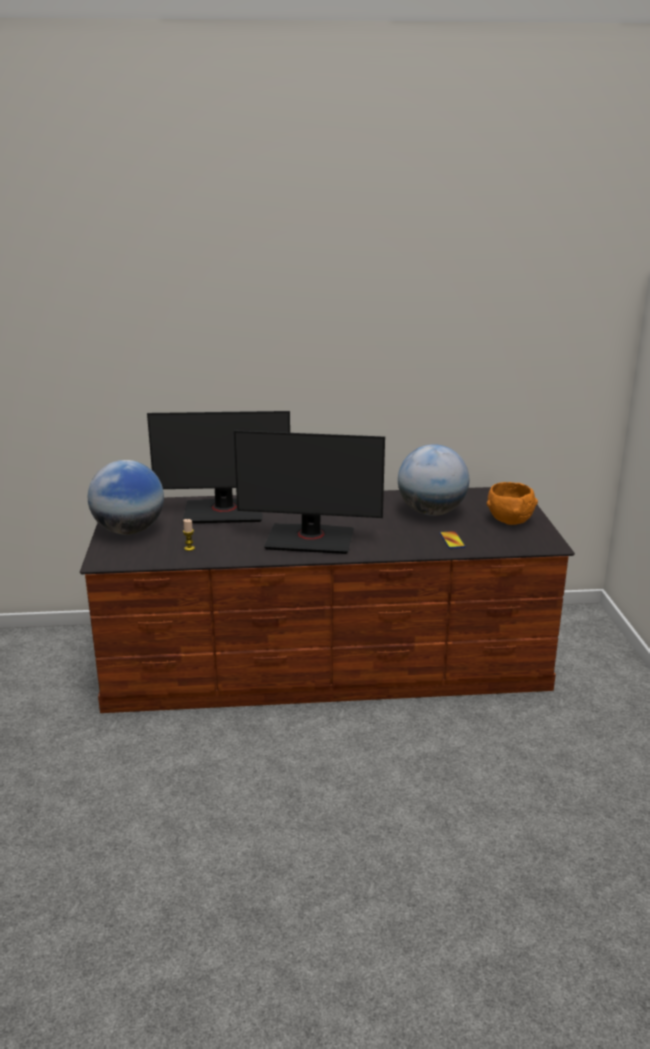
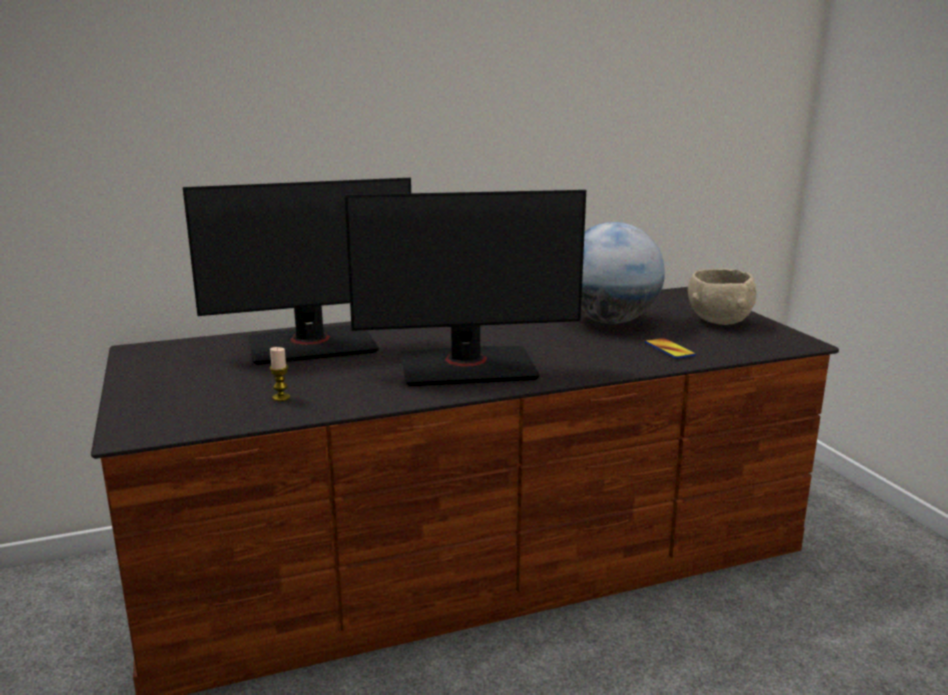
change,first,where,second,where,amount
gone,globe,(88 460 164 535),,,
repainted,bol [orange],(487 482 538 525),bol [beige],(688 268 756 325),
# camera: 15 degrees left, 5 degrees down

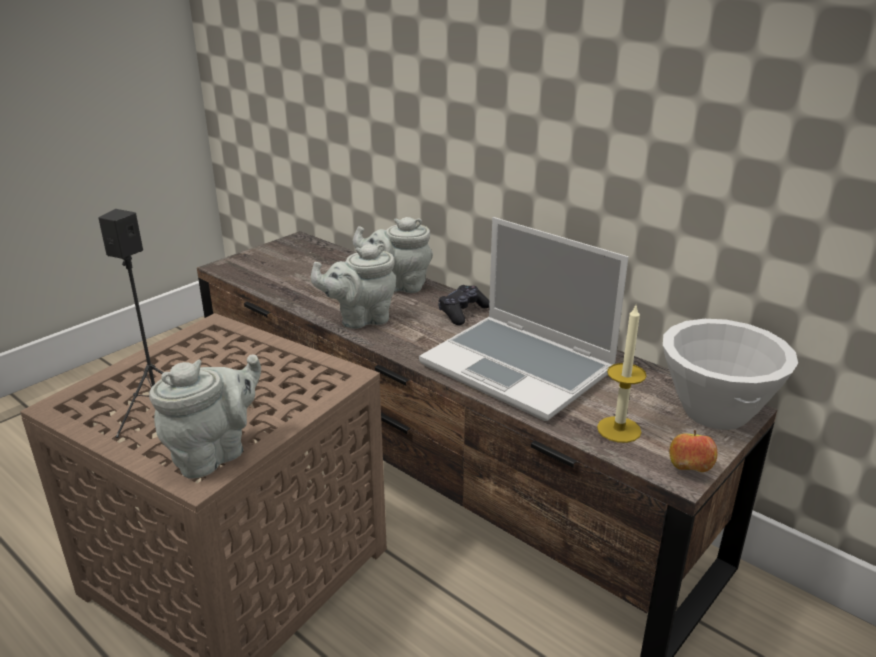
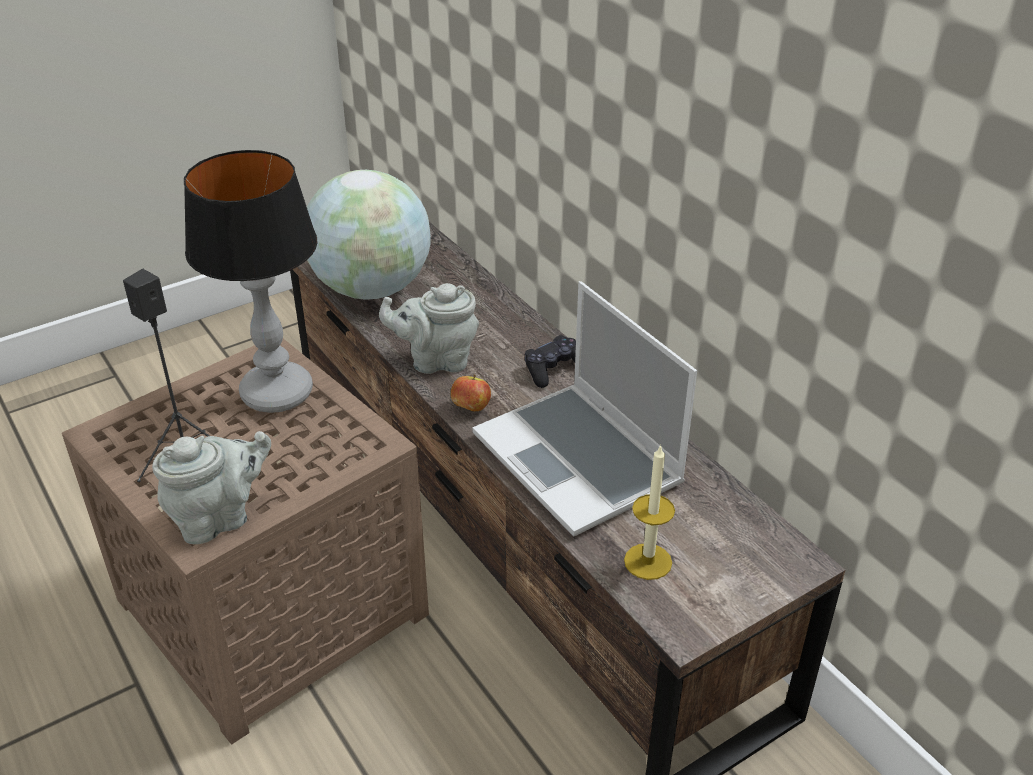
change,first,where,second,where,amount
gone,théière [gris],(353 217 433 293),,,
gone,bol [blanc],(663 319 798 430),,,
shifted,pomme,(669 430 718 472),,(451 374 491 411),
new,,,lampe de table,(184 150 317 413),
new,,,globe,(307 170 431 300),
# camera: 15 degrees right, 10 degrees up

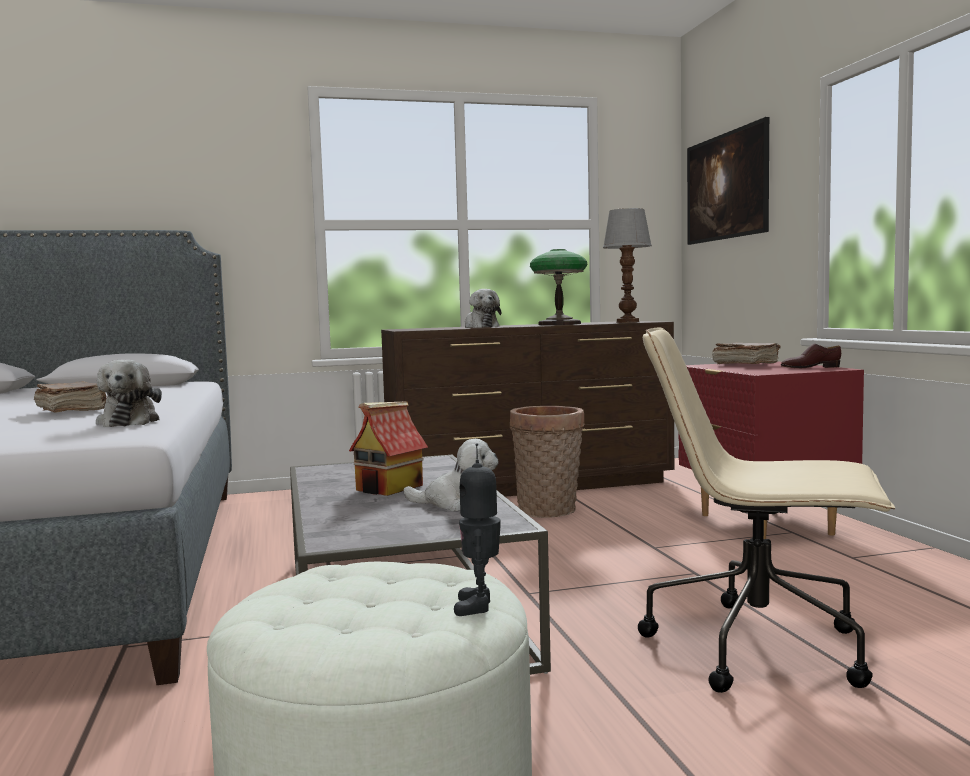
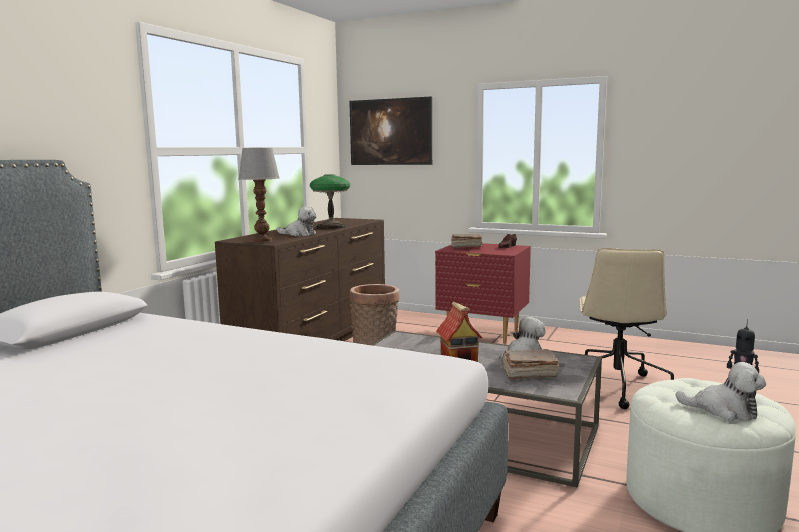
change,first,where,second,where,amount
shifted,lampe de table,(603 208 652 323),,(238 148 280 243),
rotated,chaise de bureau [beige],(638 328 895 693),,(579 248 674 409),45 degrees counterclockwise
shifted,peluche,(96 360 162 427),,(676 362 766 421),
shifted,livre [marron],(34 381 107 413),,(502 349 559 379),
# camera: 50 degrees left, 5 degrees up

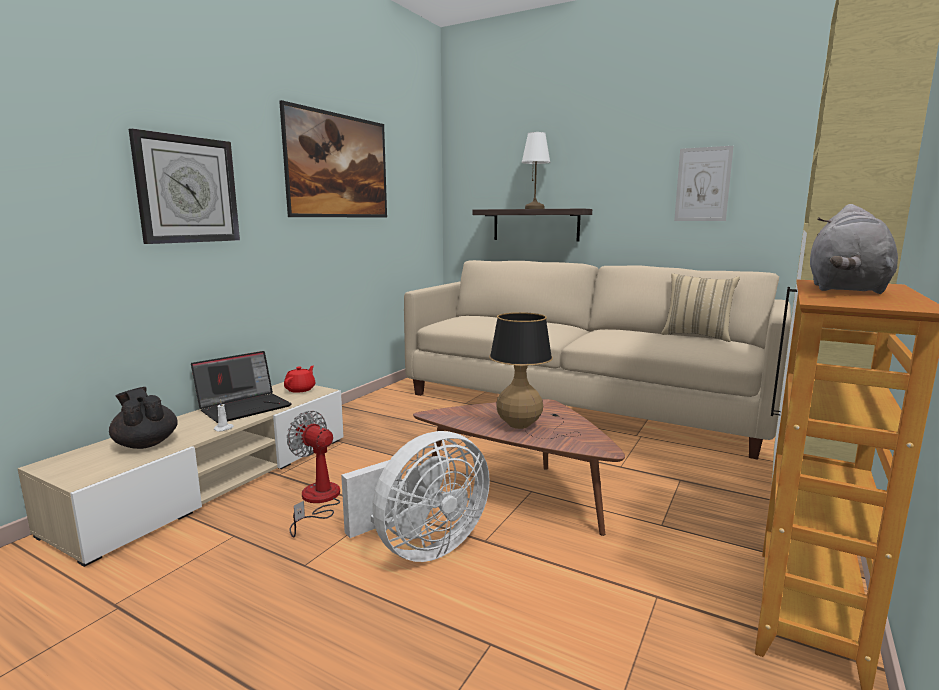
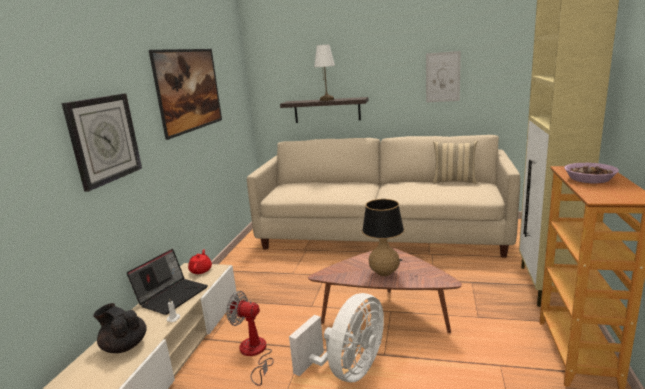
change,first,where,second,where,amount
swapped,peluche [gris],(810 204 898 294),bol,(564 163 619 183),
# camera: 15 degrees left, 5 degrees up

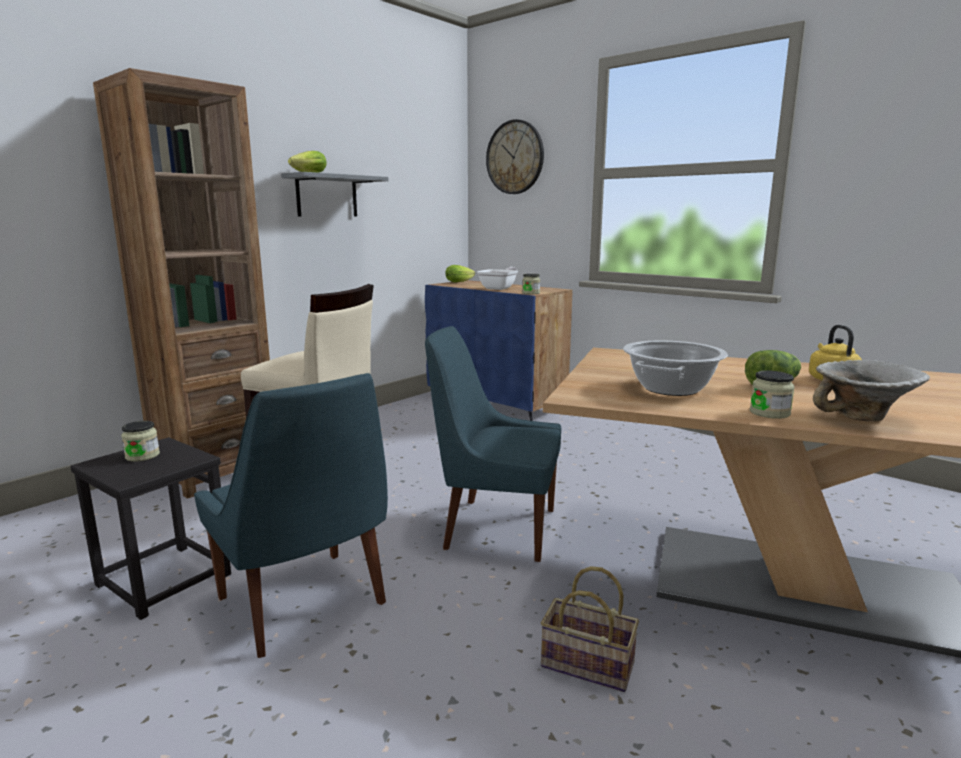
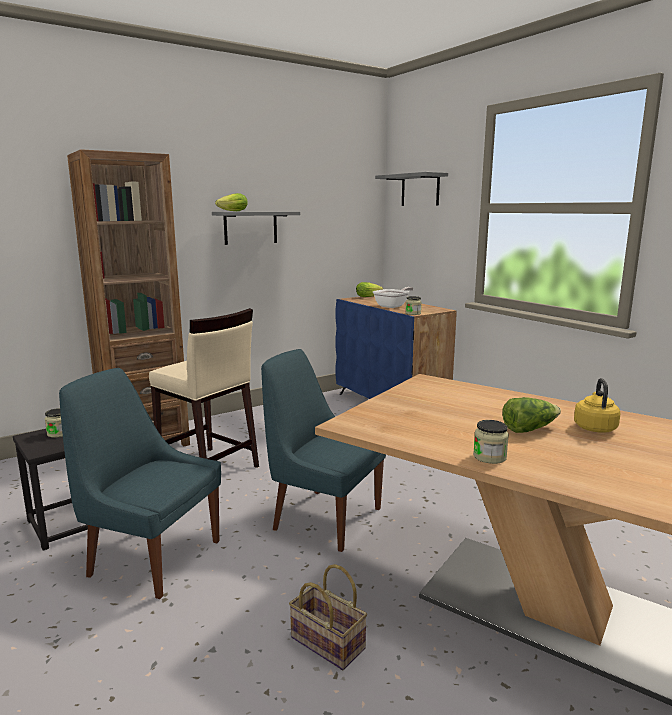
change,first,where,second,where,amount
swapped,horloge murale,(486 119 544 194),étagère [gris],(375 172 448 206),
gone,marmite,(623 340 728 396),,,
gone,bol,(813 360 930 421),,,
rotated,chaise [bleu],(194 373 388 658),,(59 368 221 599),135 degrees clockwise
# camera: 15 degrees right, 0 degrees up

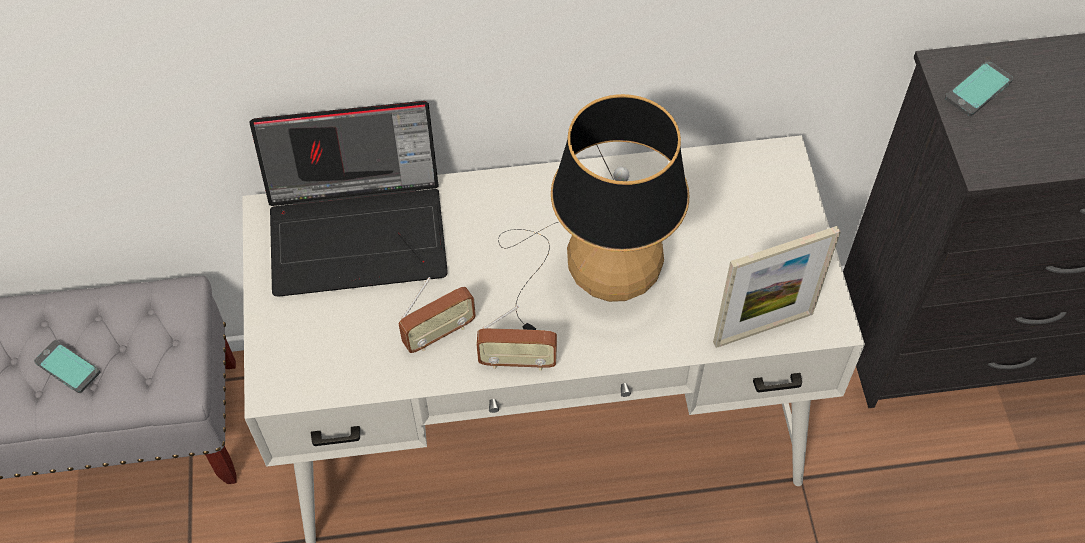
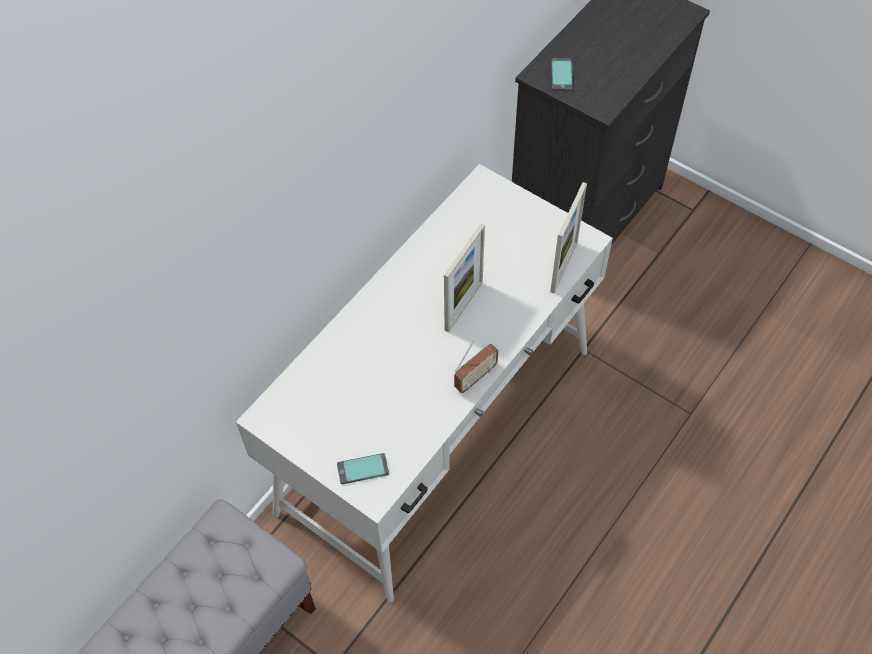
change,first,where,second,where,amount
swapped,lampe de table,(498 94 689 330),cadre photo,(444 223 485 333),
gone,ordinateur portable,(249 101 448 297),,,
gone,radio,(399 277 476 353),,,
shifted,téléphone,(34 340 100 393),,(337 453 389 484),
# camera: 45 degrees left, 0 degrees up

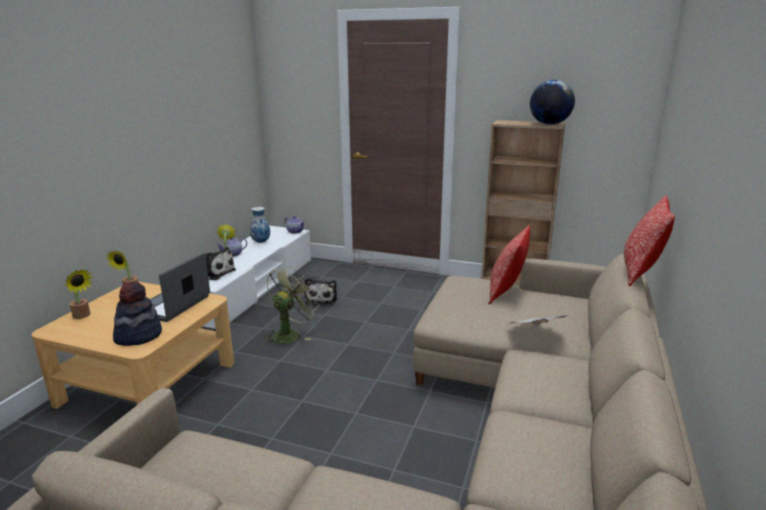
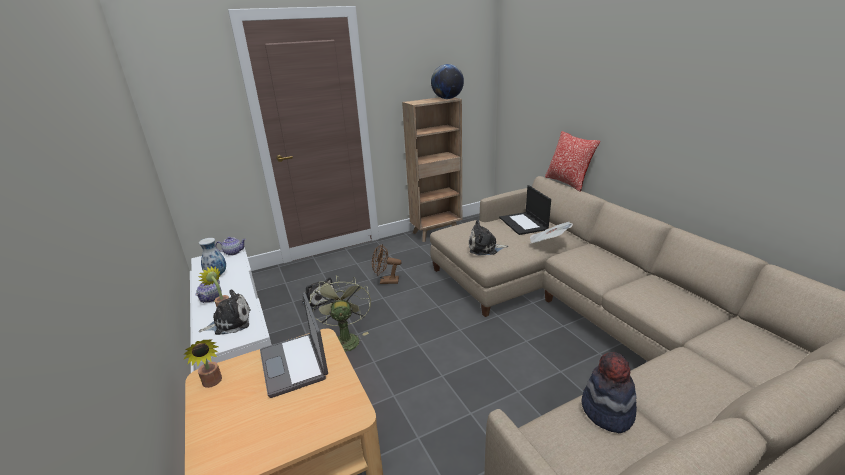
change,first,where,second,where,amount
gone,coussin,(488 225 530 304),,,
gone,plante en pot,(65 269 93 319),,,
shifted,chapeau,(113 282 162 346),,(582 352 637 433),
new,,,ordinateur portable,(499 185 551 235),
new,,,peluche,(469 220 508 255),
new,,,ventilateur [marron],(372 244 401 284),
# camera: 45 degrees left, 5 degrees up

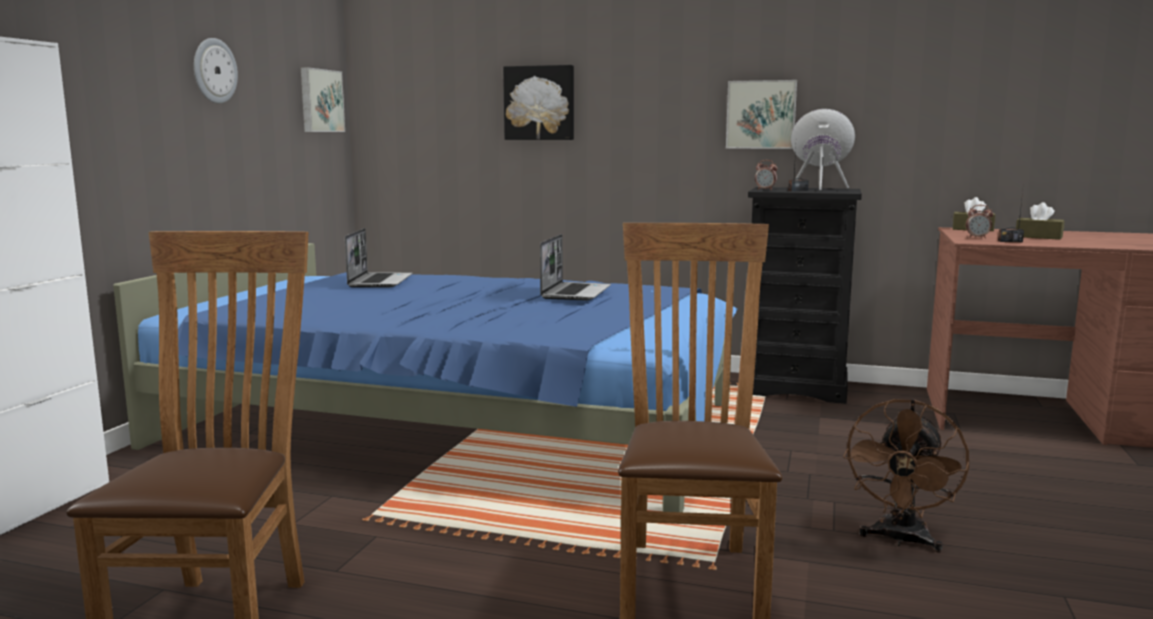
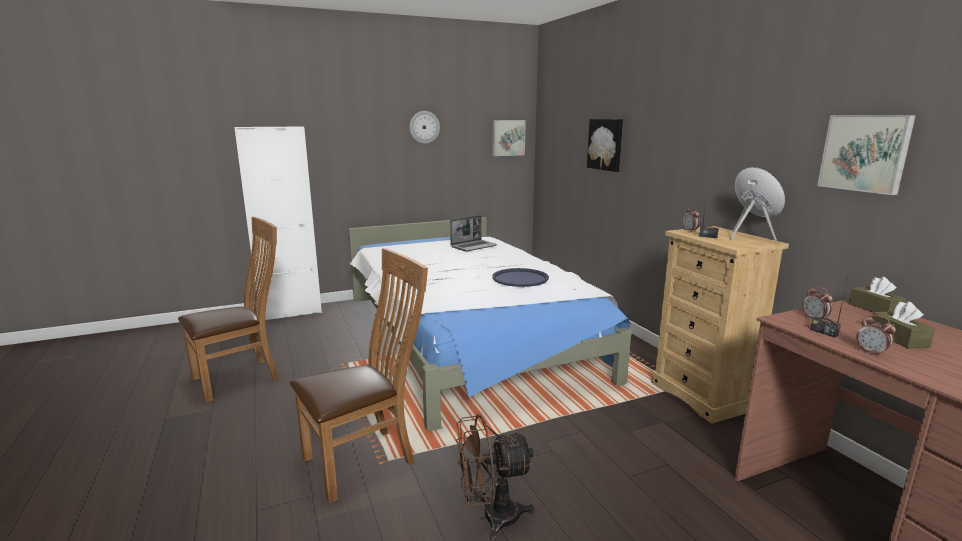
change,first,where,second,where,amount
shifted,tableau,(726 80 797 149),,(817 115 916 195),
repainted,commode [noir],(748 187 862 404),commode [beige],(651 226 789 424),
swapped,ordinateur portable,(540 234 611 301),plateau [bleu],(492 268 549 287),
repainted,lit [bleu],(113 243 738 512),lit [blanc],(349 217 632 432),
new,,,réveil,(856 315 896 357),
# camera: 50 degrees right, 5 degrees up

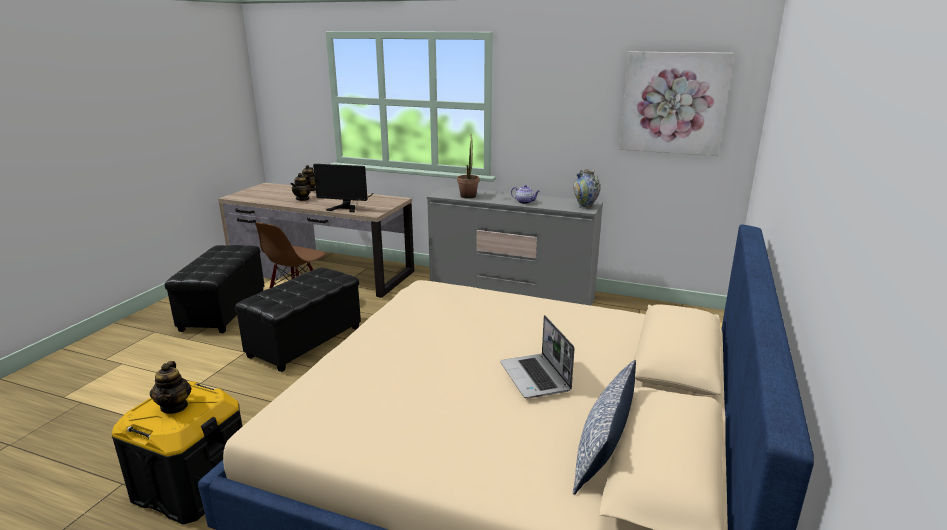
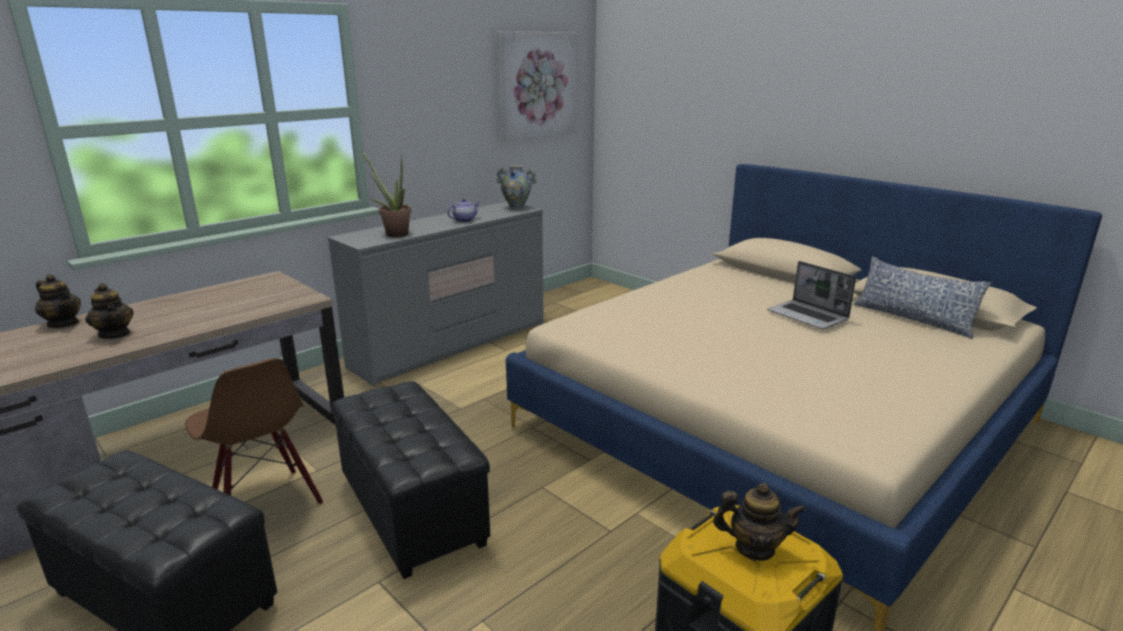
change,first,where,second,where,amount
gone,écran d'ordinateur,(313 164 373 212),,,
rotated,ordinateur portable,(500 315 574 398),,(767 261 856 329),45 degrees clockwise
# camera: 65 degrees left, 0 degrees up

